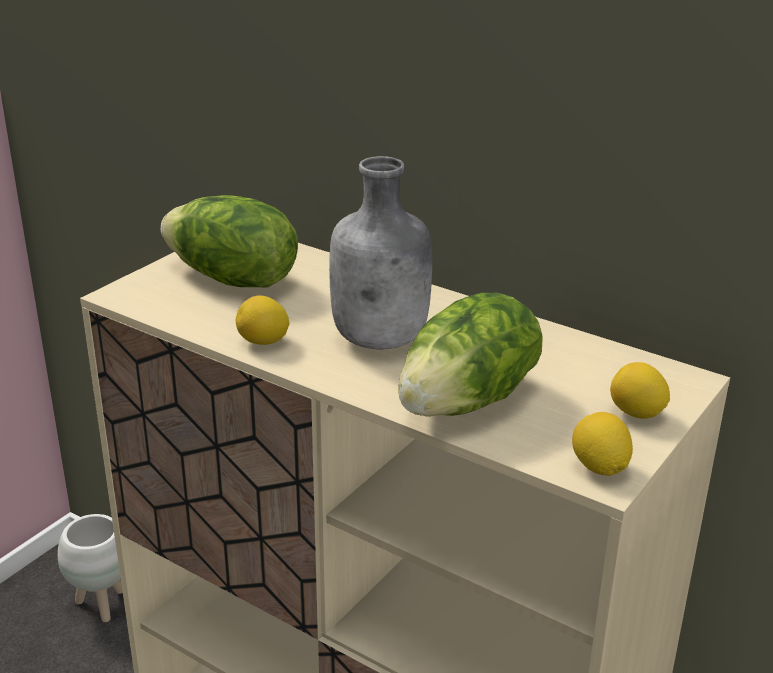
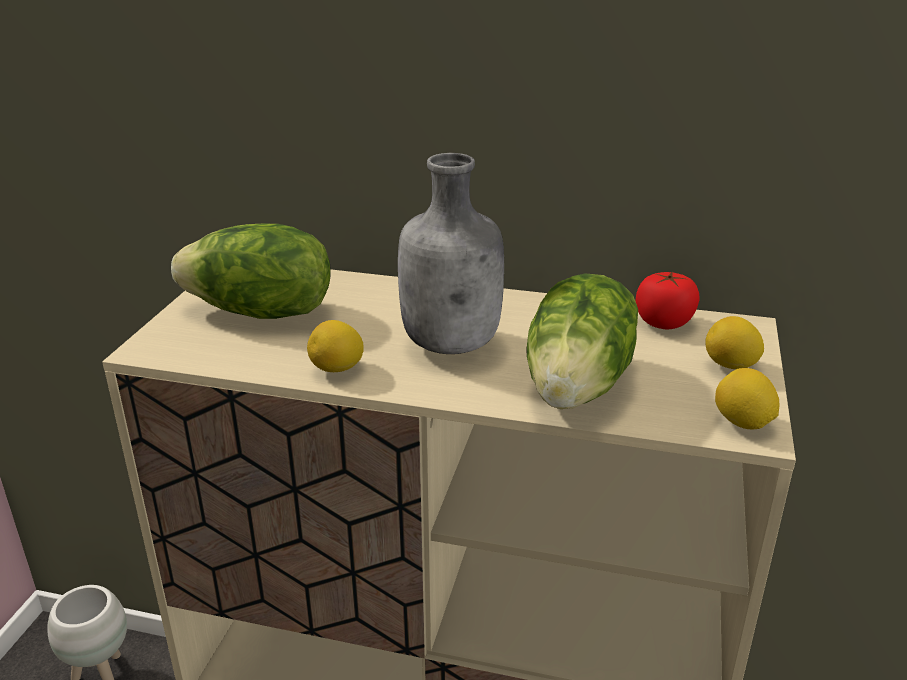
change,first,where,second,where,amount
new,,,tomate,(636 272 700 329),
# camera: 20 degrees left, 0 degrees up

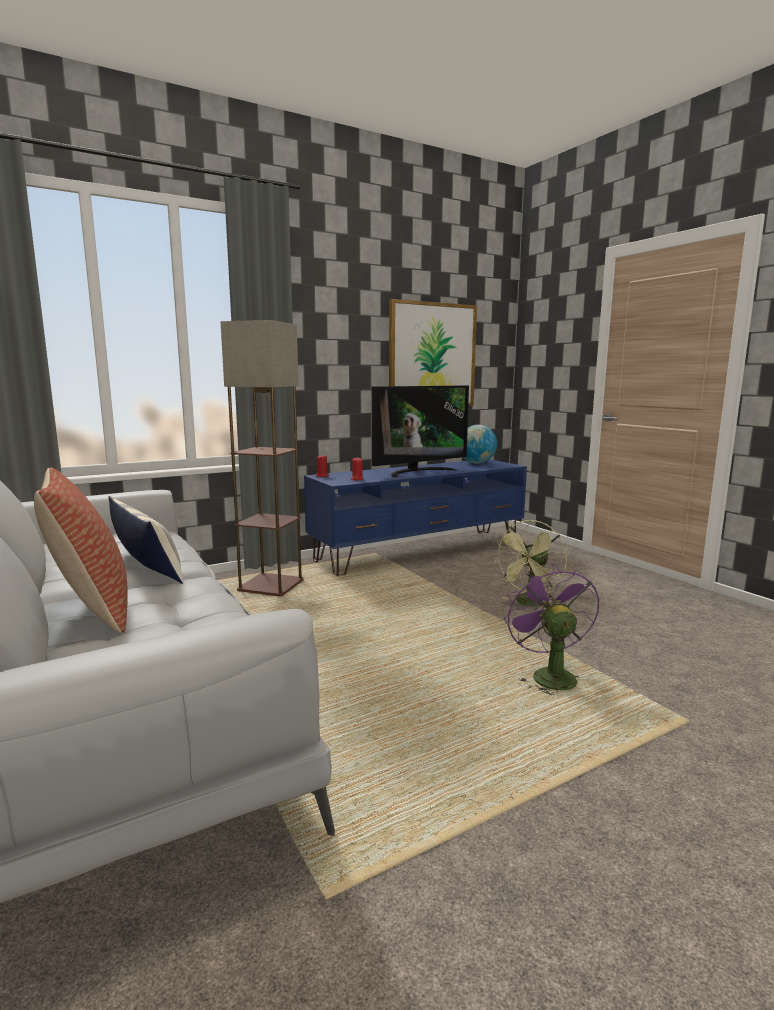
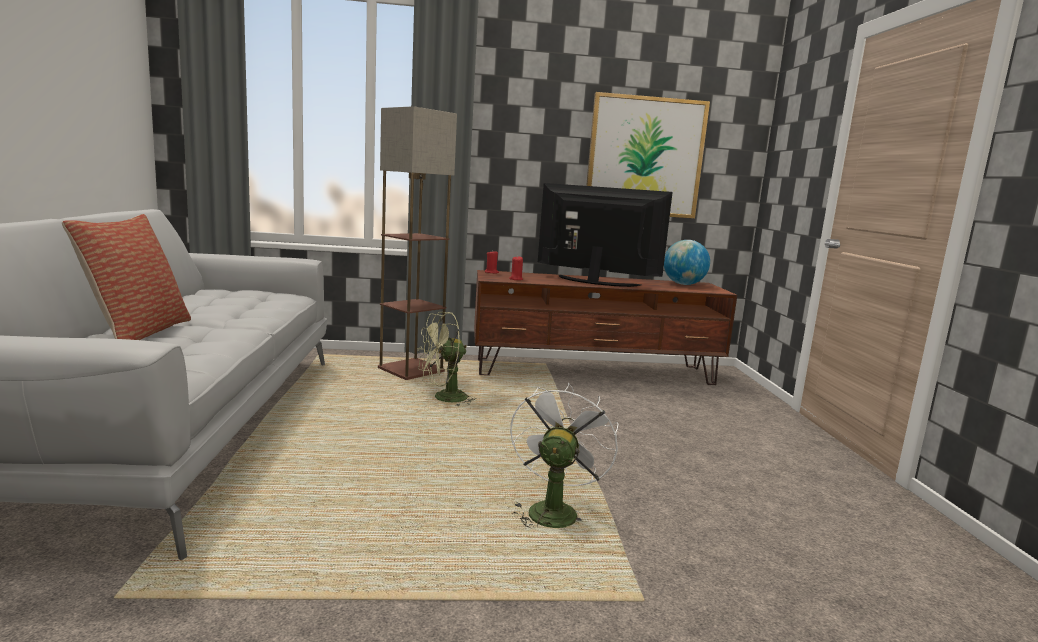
change,first,where,second,where,amount
rotated,téléviseur,(372 385 469 478),,(538 183 673 287),150 degrees counterclockwise
repainted,meuble télé [bleu],(304 459 527 576),meuble télé [marron],(474 270 737 385),
gone,coussin,(109 496 184 584),,,
shifted,ventilateur [vert],(493 520 567 607),,(418 312 476 407),
repainted,ventilateur [violet],(504 564 599 696),ventilateur [blanc],(510 382 618 532),
# camera: 25 degrees right, 0 degrees up

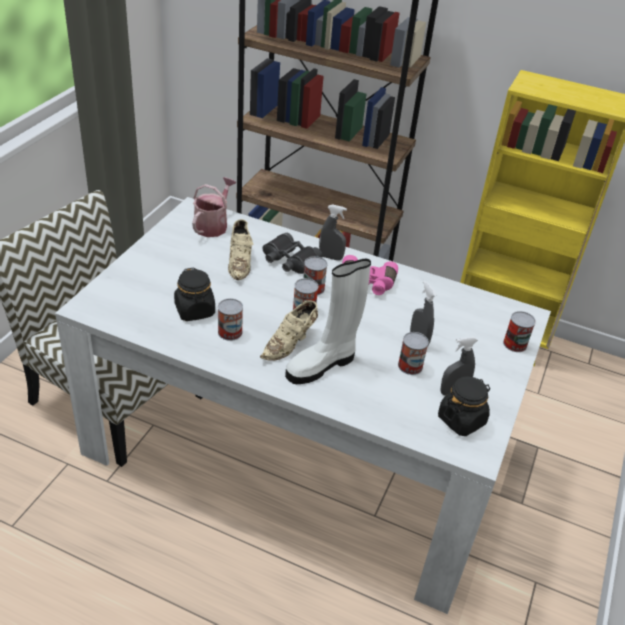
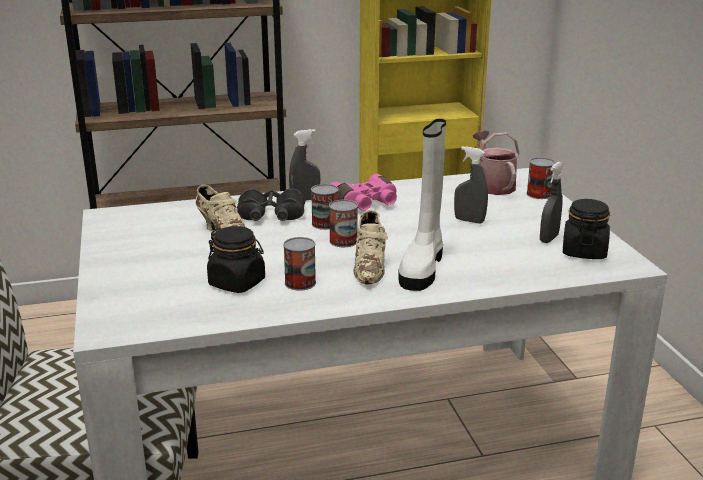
change,first,where,second,where,amount
shifted,arrosoir,(192 177 236 237),,(473 131 519 195),
gone,boîte métallique,(398 332 429 375),,,
# camera: 35 degrees left, 15 degrees down

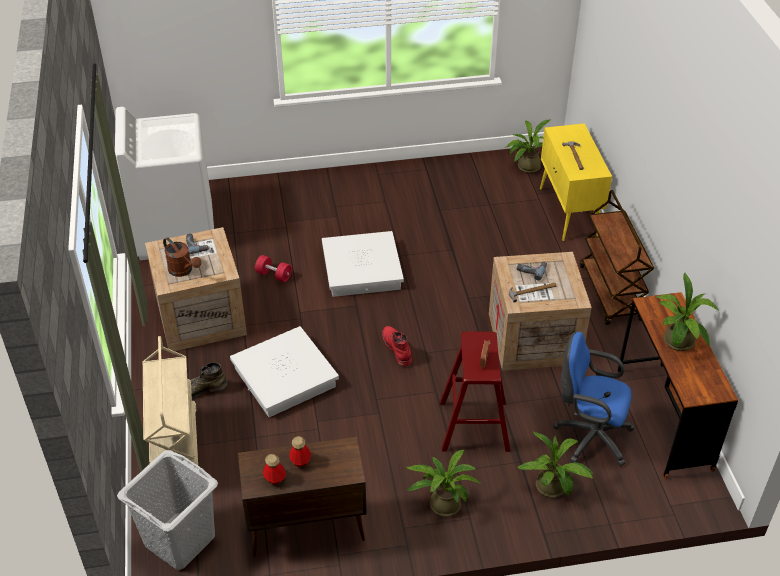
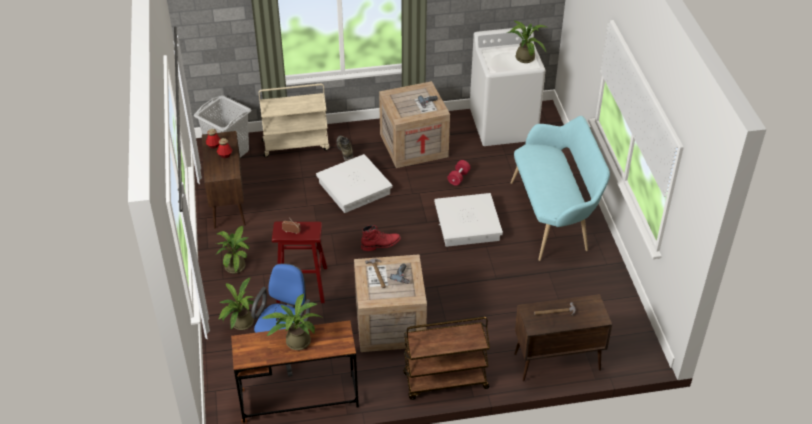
change,first,where,second,where,amount
shifted,plante en pot,(506 120 550 173),,(507 20 547 63),
repainted,meuble de rangement [jaune],(540 123 612 241),meuble de rangement [marron],(514 294 612 381),
gone,arrosoir [marron],(163 237 201 277),,,
new,,,banc [turquoise],(511 116 610 261),
# camera: 90 degrees right, 0 degrees up

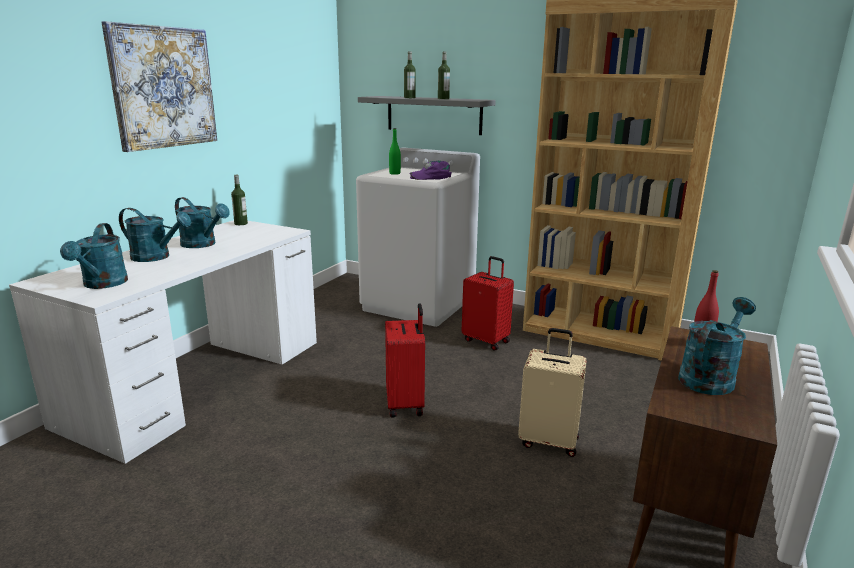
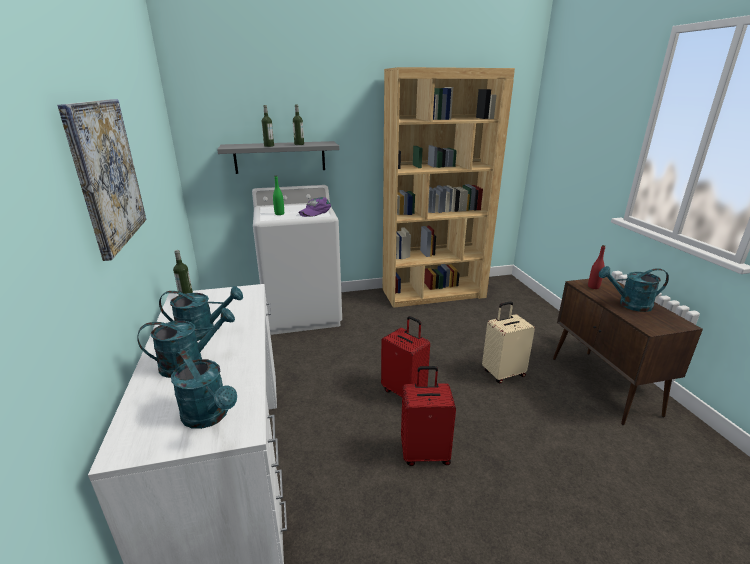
change,first,where,second,where,amount
shifted,valise [rouge],(462 256 514 351),,(401 366 456 466),
rotated,arrosoir [turquoise],(678 297 756 395),,(599 266 669 312),90 degrees counterclockwise
# camera: 40 degrees left, 5 degrees up

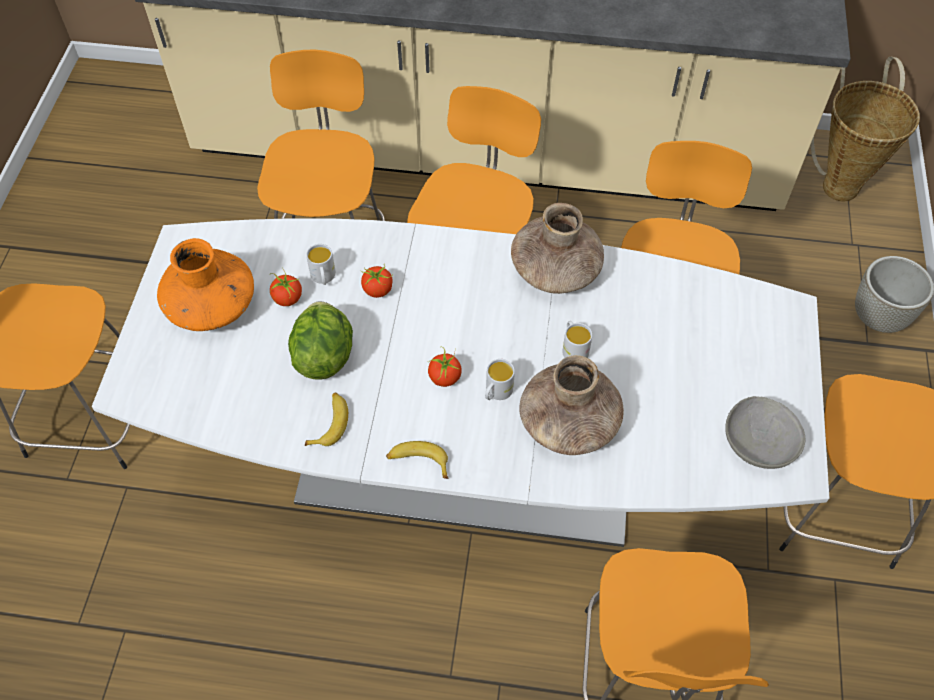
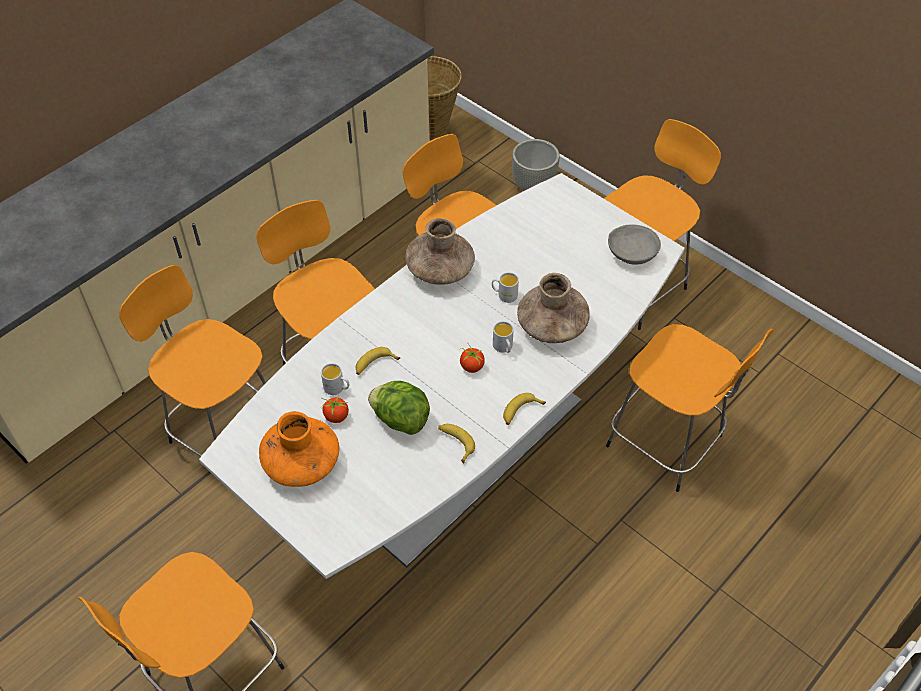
change,first,where,second,where,amount
swapped,tomate,(361 265 393 298),banane,(356 347 400 375),
# camera: 55 degrees left, 5 degrees down

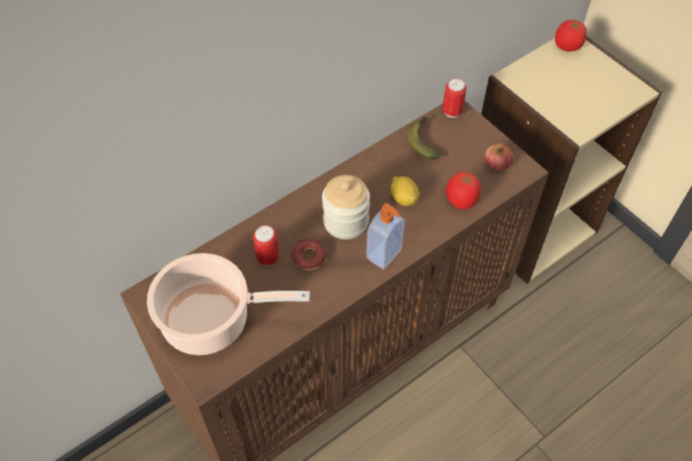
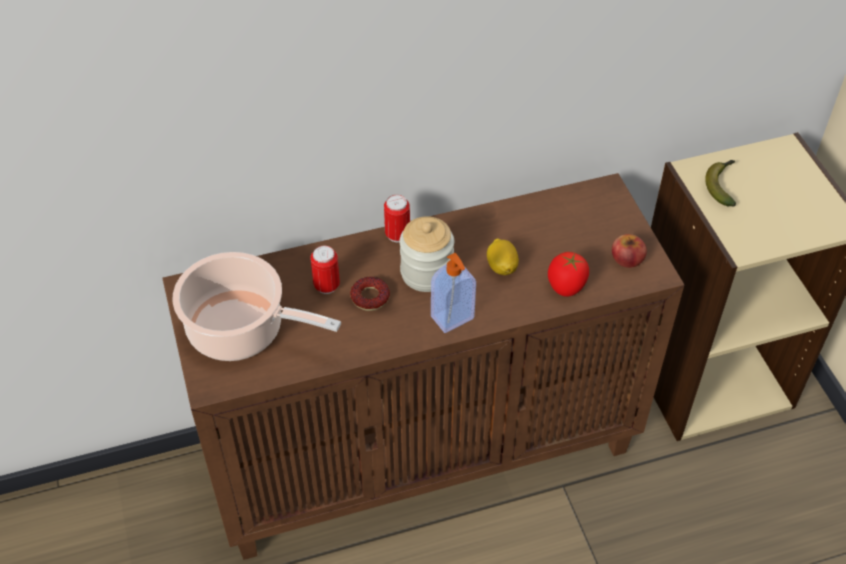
change,first,where,second,where,amount
gone,tomate,(555 20 587 51),,,
shifted,boîte métallique,(442 78 467 118),,(384 195 410 242),
shifted,banane,(408 117 440 159),,(705 160 736 206),
# camera: 20 degrees right, 5 degrees down

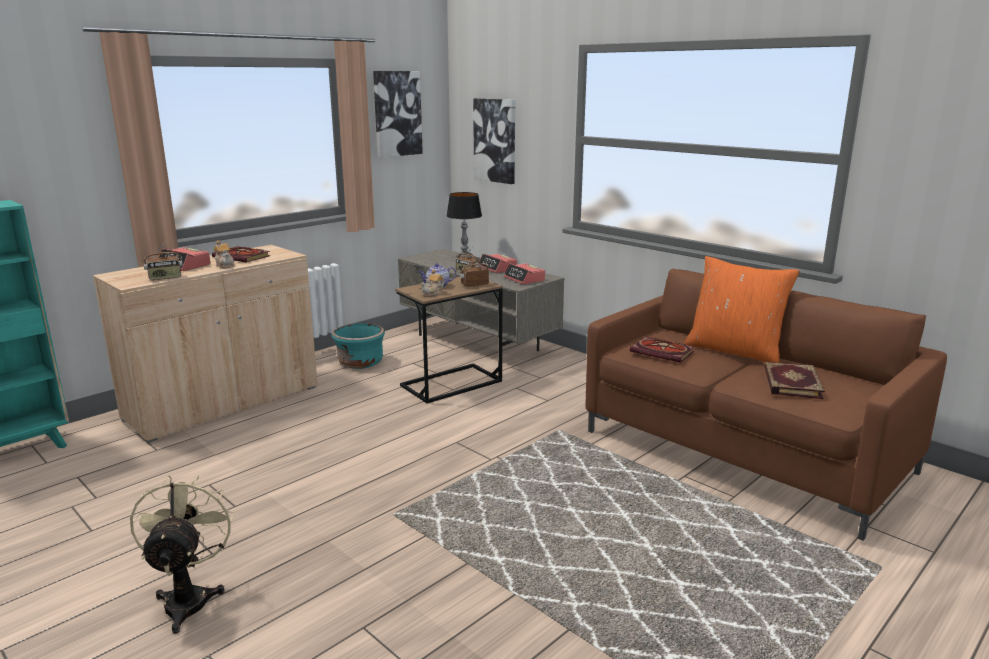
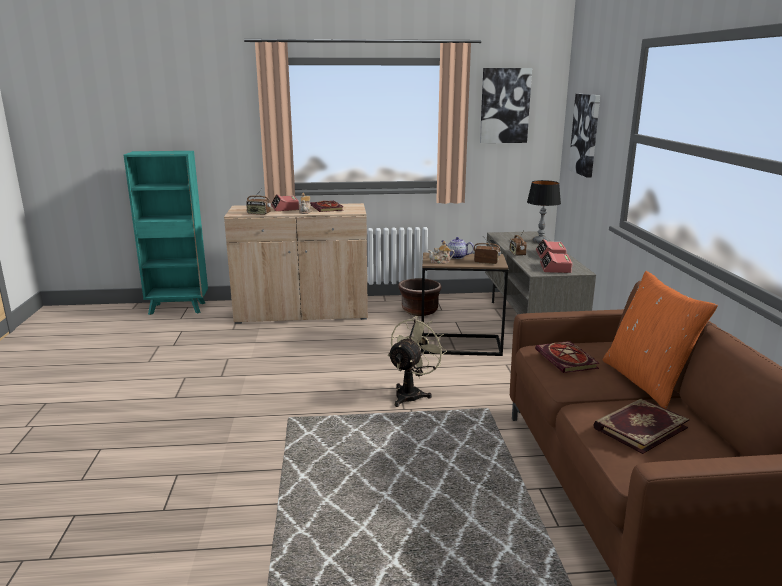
change,first,where,second,where,amount
repainted,cache-pot [turquoise],(331 323 385 369),cache-pot [marron],(398 278 441 316),
shifted,ventilateur [beige],(130 475 234 634),,(388 316 447 407),
# camera: 40 degrees right, 0 degrees up

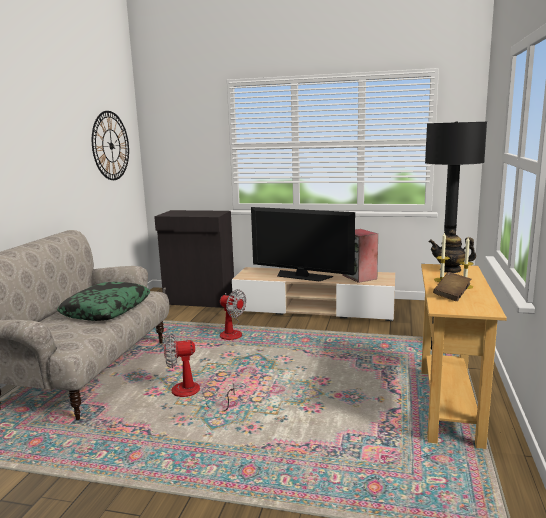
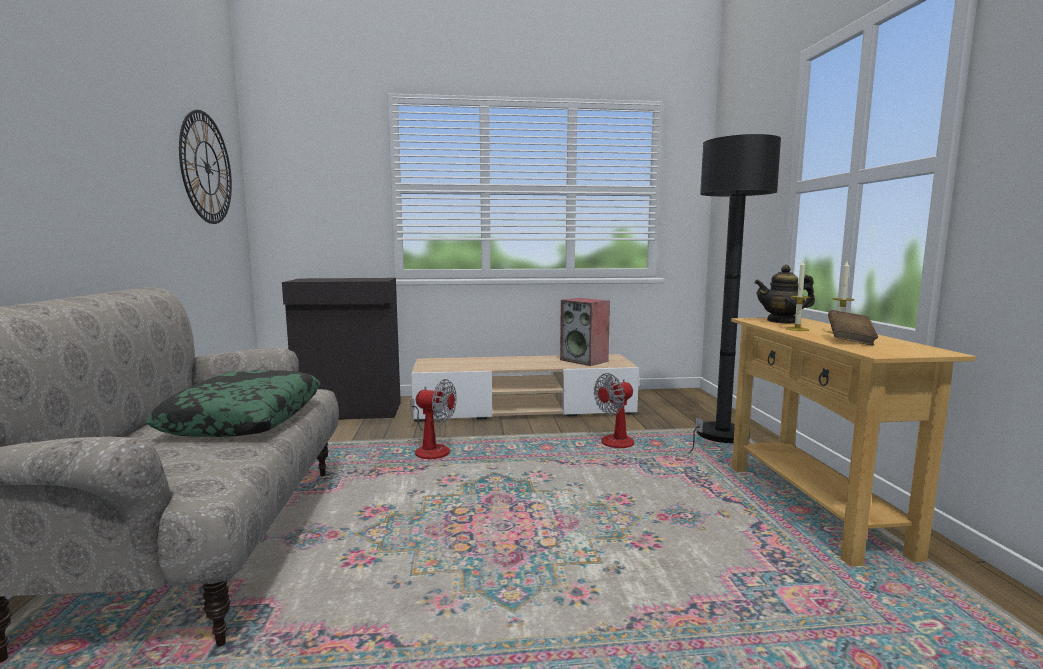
change,first,where,second,where,amount
gone,téléviseur,(251 207 355 281),,,
shifted,ventilateur,(164 332 235 411),,(594 373 703 453),
# camera: 20 degrees left, 5 degrees down

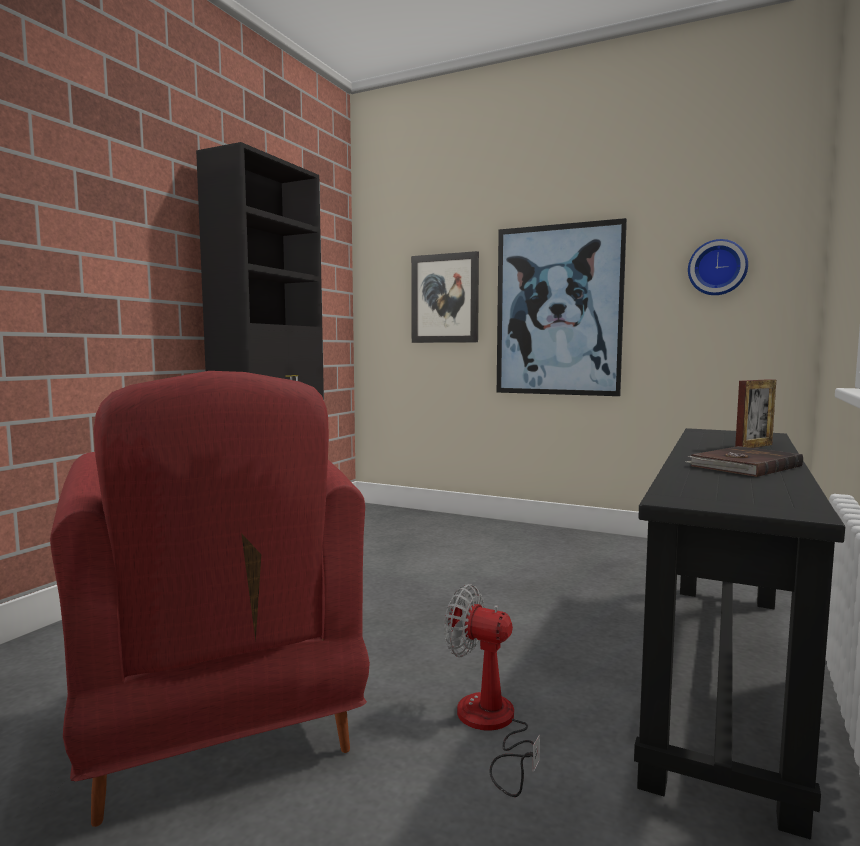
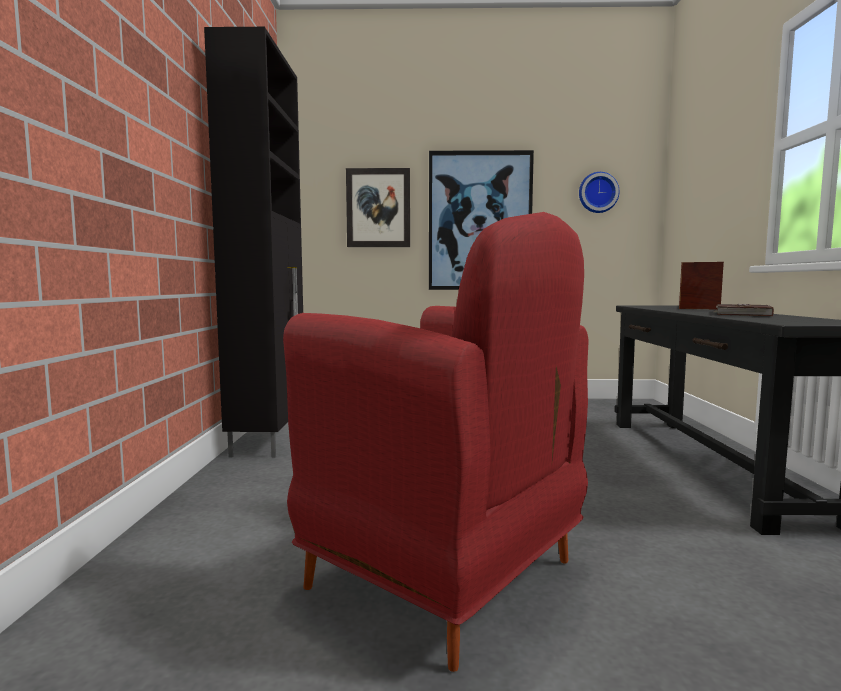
change,first,where,second,where,amount
rotated,cadre photo,(735 379 776 448),,(679 262 724 309),105 degrees counterclockwise
gone,ventilateur,(444 584 540 797),,,
# camera: 25 degrees left, 0 degrees up

